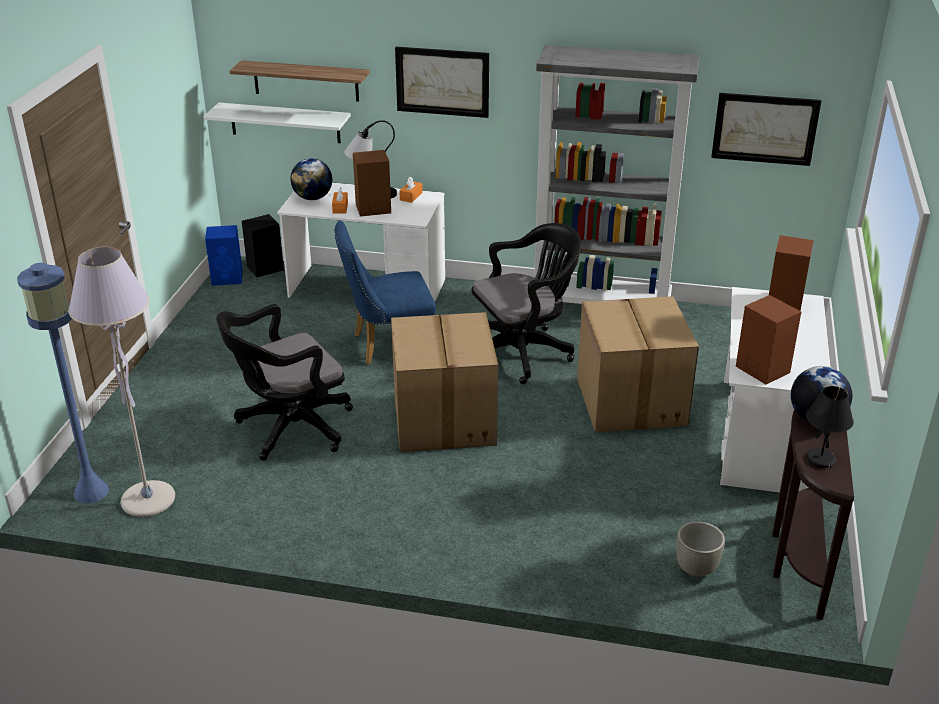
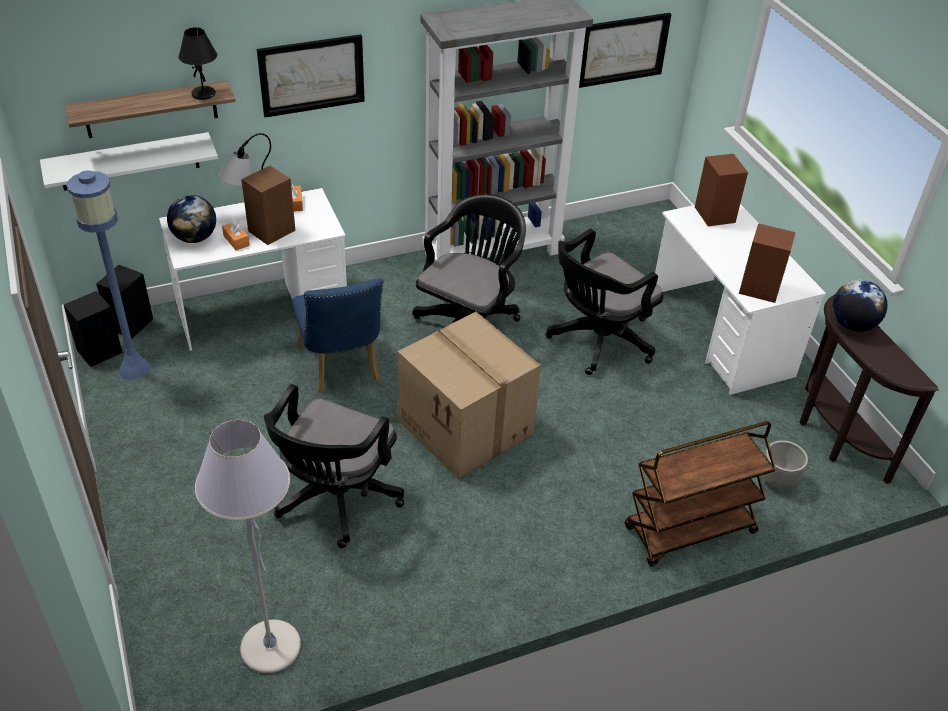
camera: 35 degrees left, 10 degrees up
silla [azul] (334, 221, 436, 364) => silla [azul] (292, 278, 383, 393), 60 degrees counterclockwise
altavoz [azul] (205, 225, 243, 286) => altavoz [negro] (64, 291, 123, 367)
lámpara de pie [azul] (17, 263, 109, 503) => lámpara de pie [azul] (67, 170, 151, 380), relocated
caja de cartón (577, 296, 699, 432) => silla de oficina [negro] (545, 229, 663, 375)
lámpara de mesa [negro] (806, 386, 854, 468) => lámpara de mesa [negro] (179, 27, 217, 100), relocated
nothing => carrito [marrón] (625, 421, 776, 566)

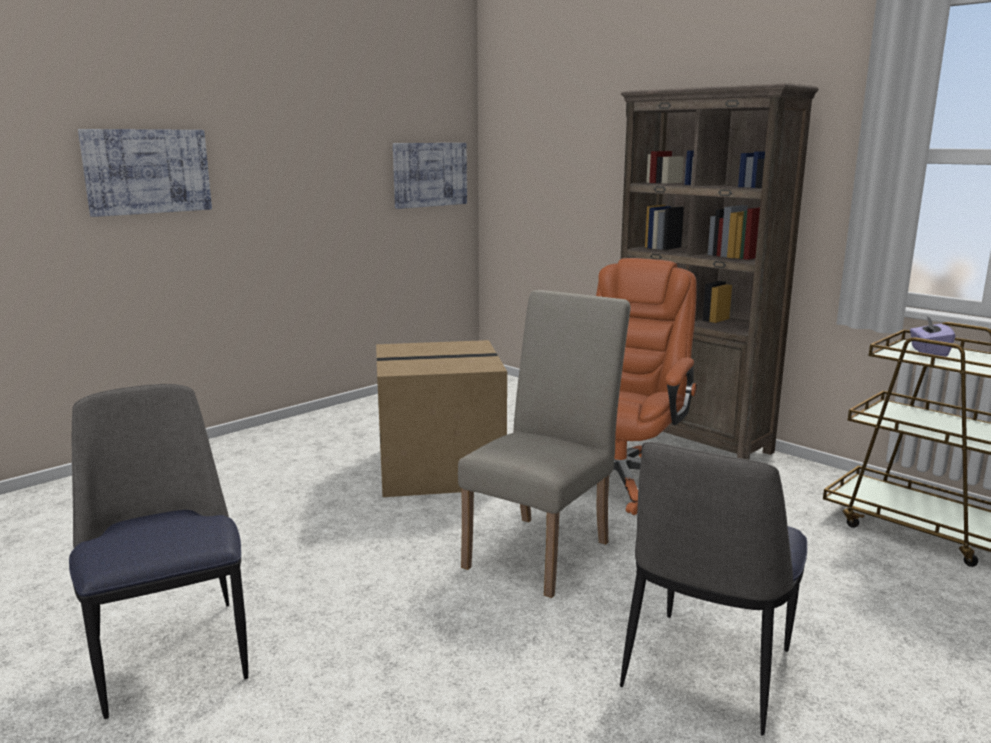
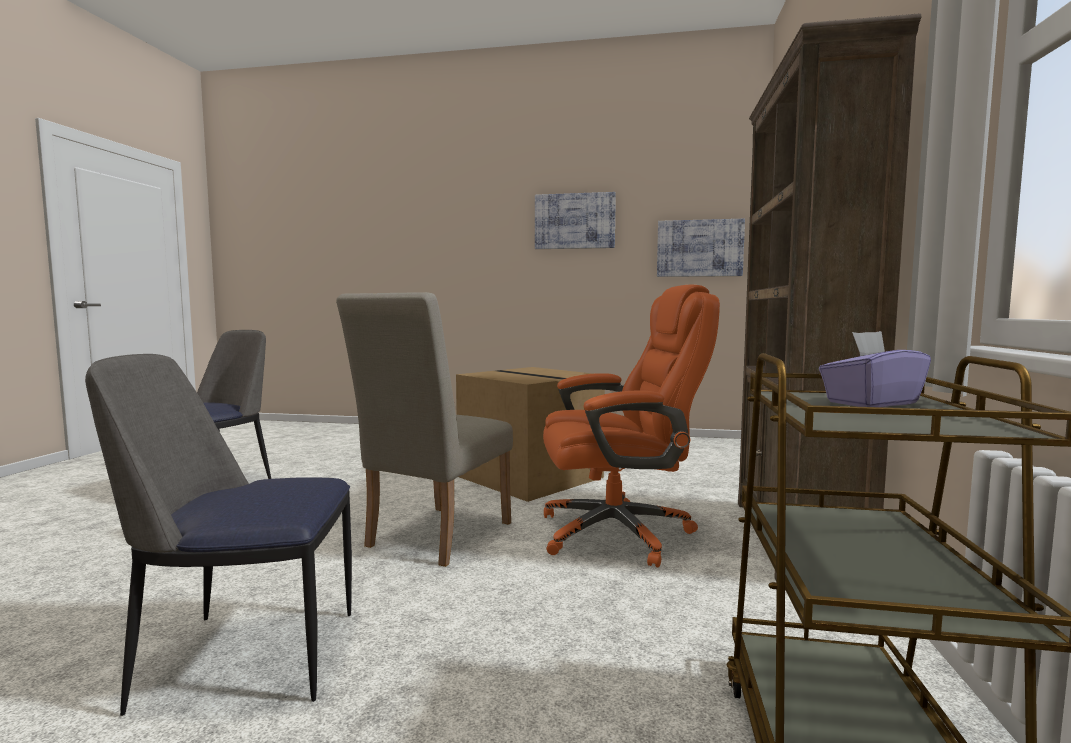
camera: 55 degrees right, 10 degrees down
cuadro (78, 129, 212, 217) => cuadro (535, 192, 616, 249), relocated
silla [beis] (458, 290, 631, 598) => silla [beis] (336, 292, 513, 567), 120 degrees clockwise

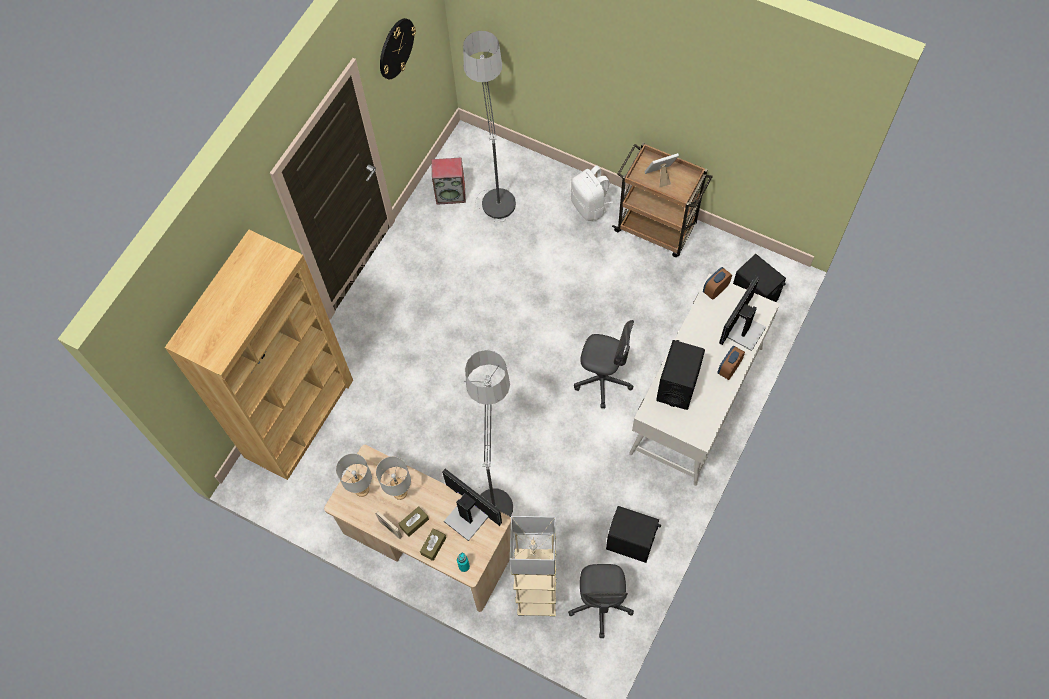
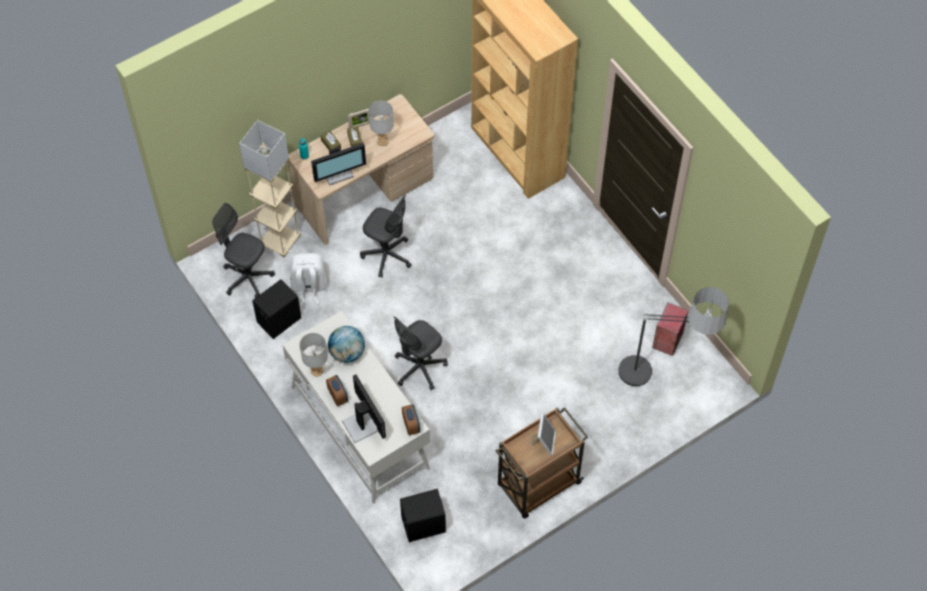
camera: 115 degrees right, 5 degrees down
reloj de pared (380, 18, 416, 79) => nothing
mochila [blanco] (571, 165, 613, 221) => mochila [blanco] (290, 253, 328, 305), relocated
altavoz [negro] (656, 340, 705, 410) => globo terráqueo (328, 326, 365, 363)
lámpara de pie (465, 350, 513, 517) => silla de oficina [gris] (360, 195, 412, 278)
lámpara de mesa [gris] (336, 453, 372, 497) => lámpara de mesa [gris] (300, 333, 328, 377), relocated

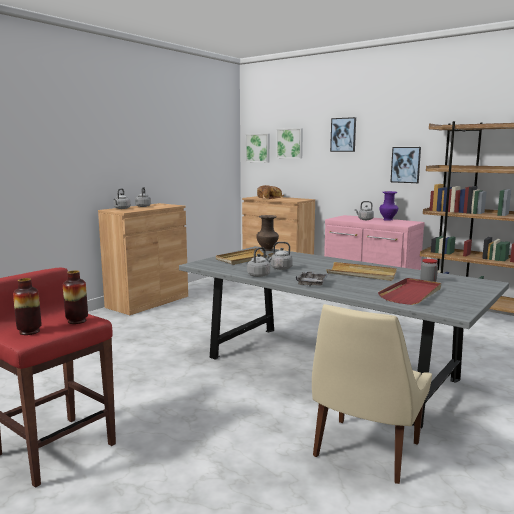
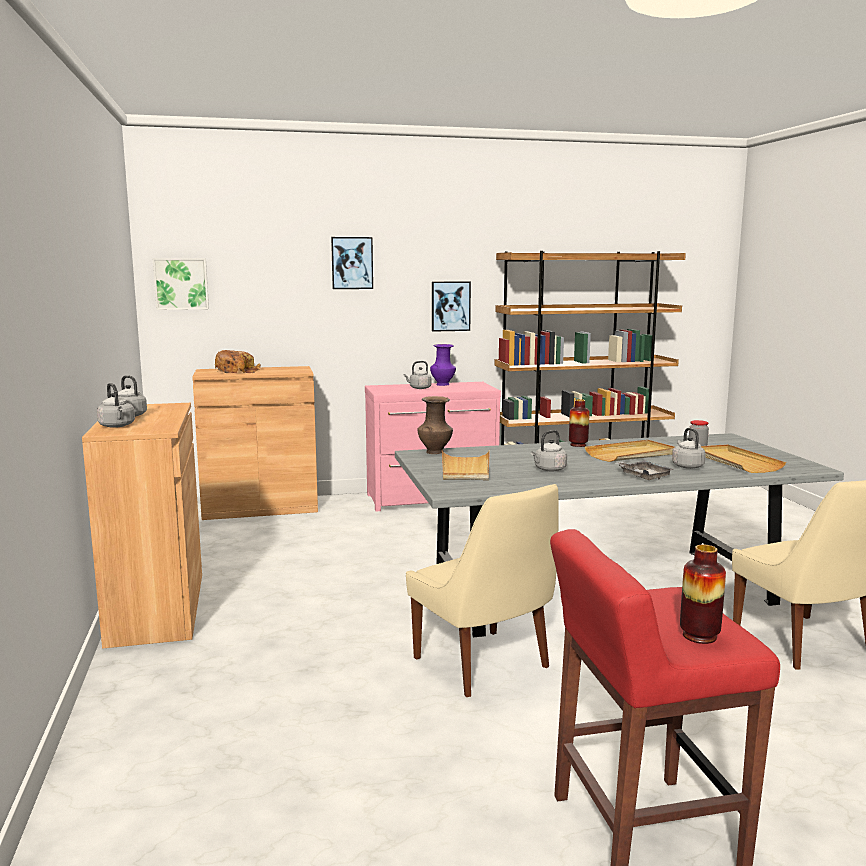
camera: 50 degrees left, 0 degrees up
cuadro (276, 128, 303, 159) => nothing
hervidor [gris] (247, 247, 272, 277) => hervidor [gris] (672, 428, 706, 469), relocated
florero (63, 270, 88, 324) => florero (569, 399, 590, 447), relocated
bandeja [rojo] (378, 278, 441, 305) => bandeja [beis] (701, 444, 786, 473)
nothing => silla [beis] (406, 484, 559, 697)

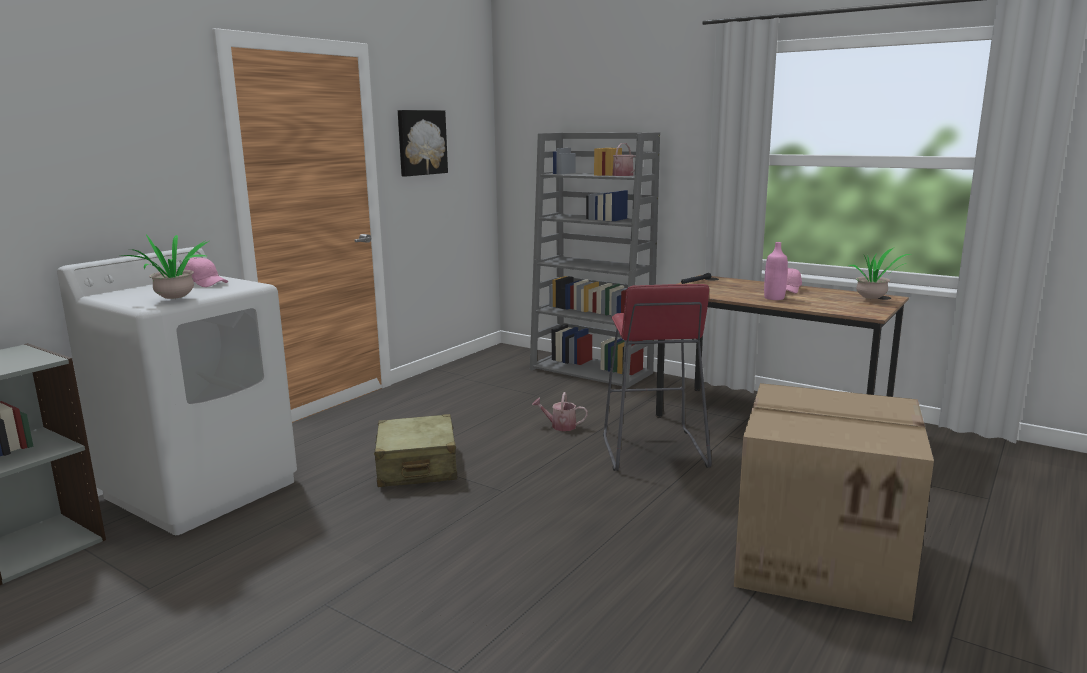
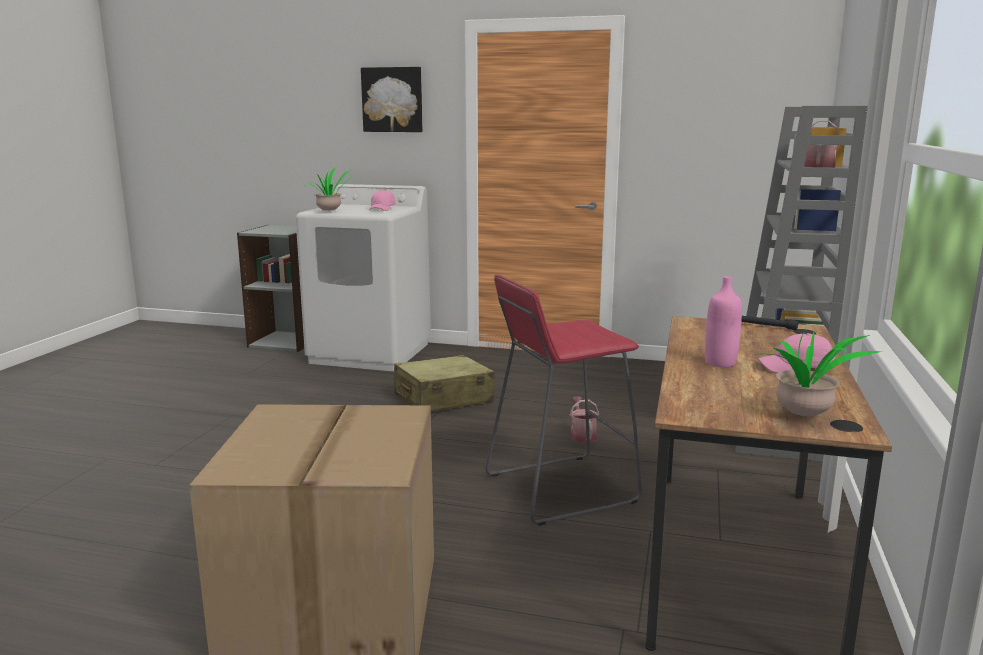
camera: 70 degrees right, 0 degrees up
cuadro (398, 110, 448, 177) => cuadro (361, 67, 422, 132), relocated

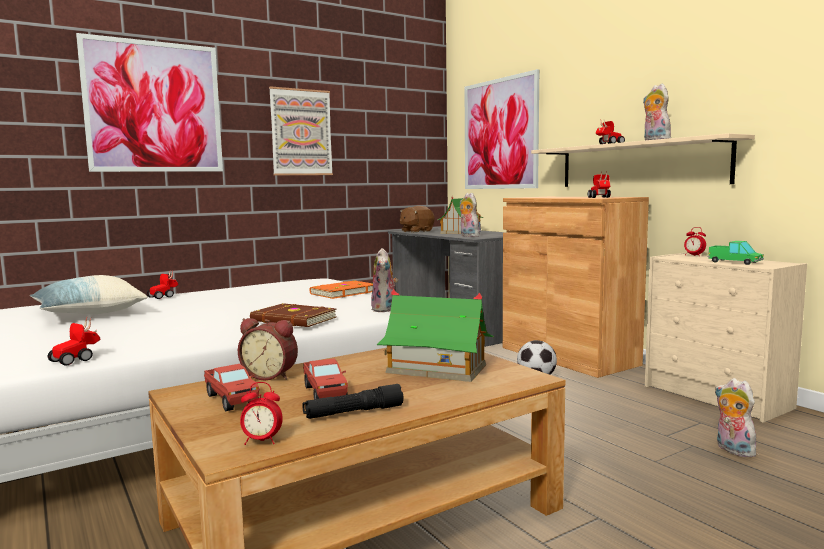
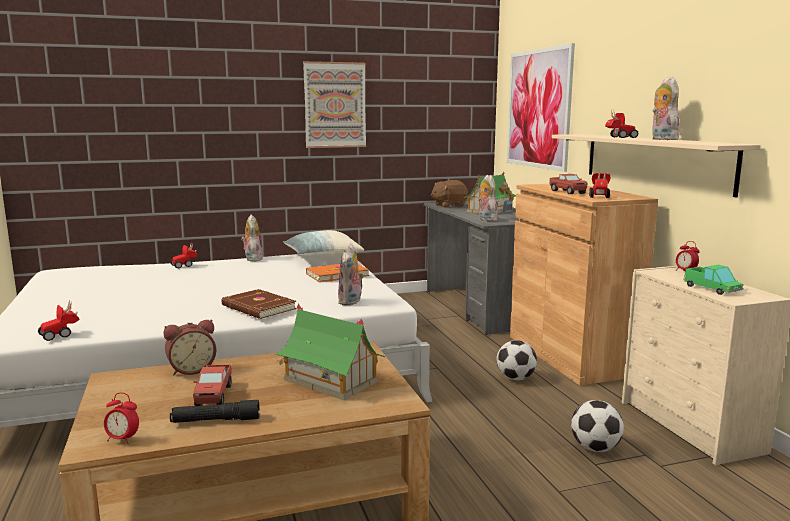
camera: 15 degrees right, 5 degrees up
cuadro (76, 33, 223, 172) => nothing
cojín (30, 275, 147, 314) => cojín (283, 230, 364, 259), relocated
despertador (238, 318, 298, 380) => despertador (164, 319, 216, 375), 60 degrees counterclockwise
camión de juguete (204, 364, 259, 411) => camión de juguete (549, 174, 587, 194), relocated
peluche (715, 378, 756, 457) => peluche (241, 214, 263, 261), relocated
nothing => balón de fútbol (571, 400, 624, 452)

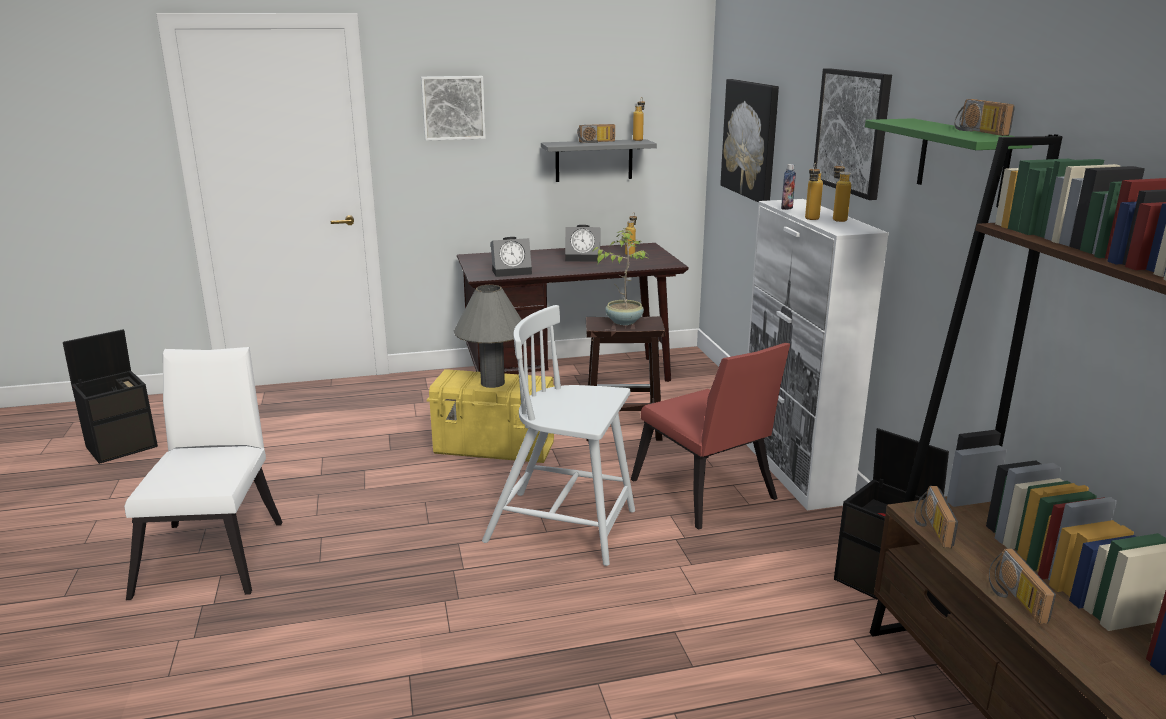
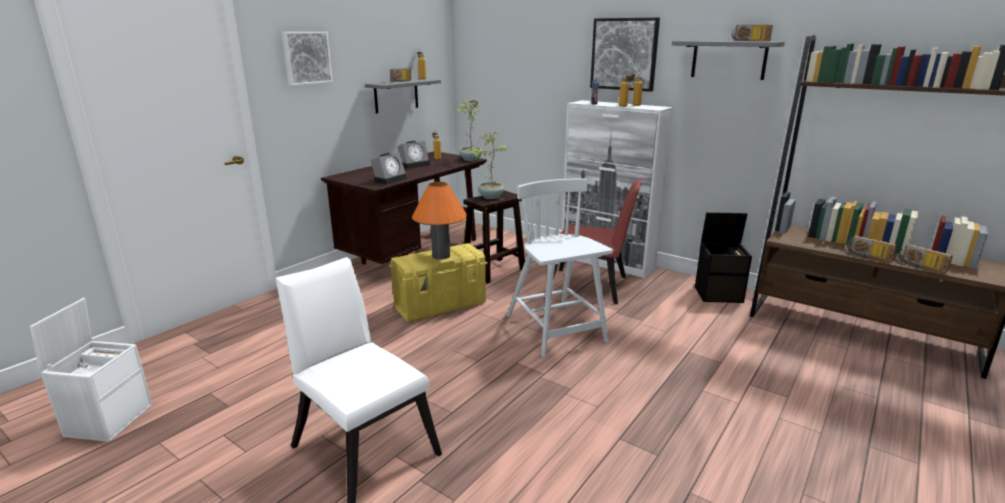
camera: 40 degrees left, 0 degrees up
cuadro (720, 79, 779, 203) => nothing
estante [verde] (865, 118, 1032, 207) => estante [gris] (672, 41, 785, 80)
lámpara de mesa [gris] (454, 285, 522, 388) => lámpara de mesa [naranja] (412, 182, 467, 260)
silla [blanco] (482, 305, 635, 566) => silla [blanco] (506, 178, 613, 357), 90 degrees clockwise
caja de almacenaje [negro] (63, 329, 158, 464) => caja de almacenaje [blanco] (30, 298, 152, 442)
radio (914, 486, 958, 548) => radio (899, 244, 953, 273), relocated
nothing => planta en maceta (455, 100, 482, 161)

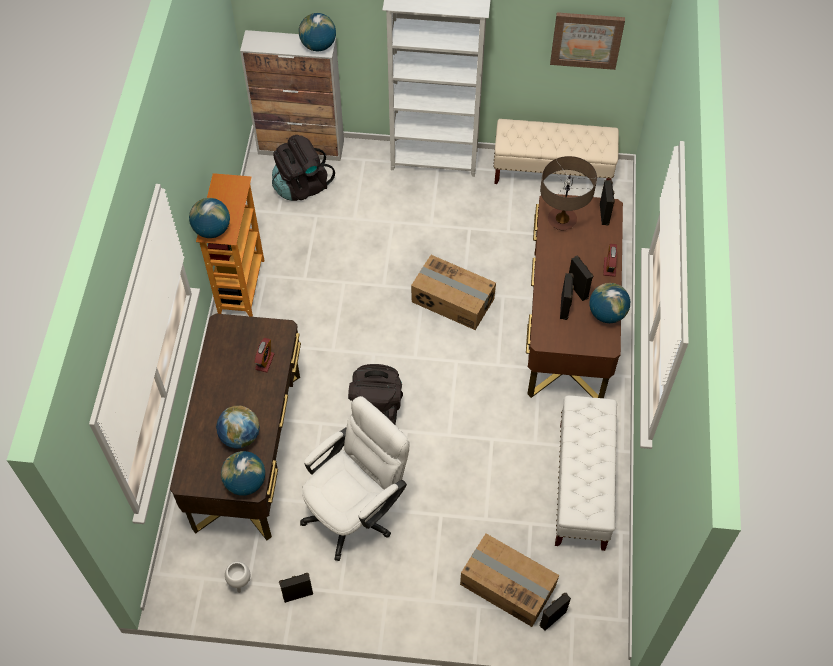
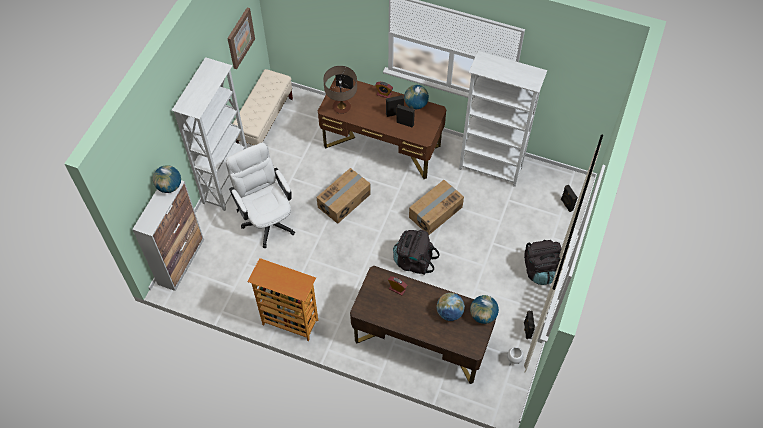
camera: 75 degrees left, 0 degrees up
mochila [negro] (272, 135, 335, 201) => mochila [negro] (524, 240, 561, 285), relocated
globo terráqueo (189, 198, 230, 238) => nothing
banco [blanco] (555, 395, 617, 551) => estantería [blanco] (459, 51, 547, 187)
silla de oficina [blanco] (300, 396, 409, 561) => silla de oficina [blanco] (226, 142, 295, 248), relocated
caja de cartón (460, 534, 559, 627) => caja de cartón (409, 180, 464, 235), relocated

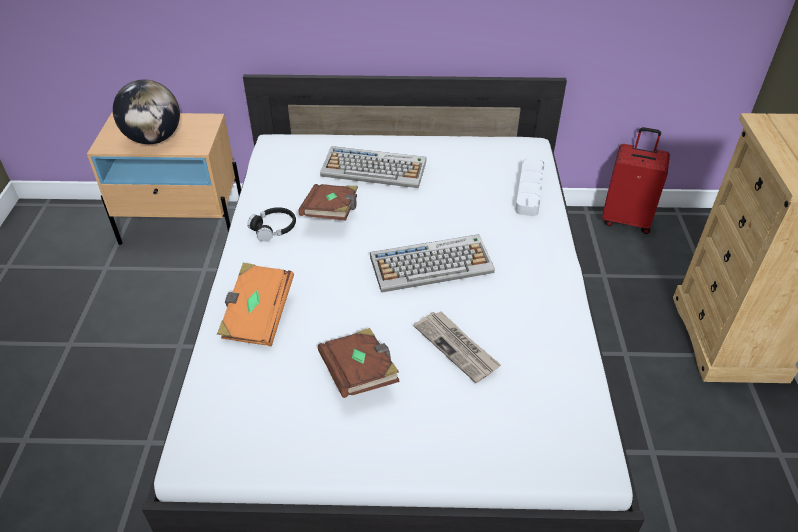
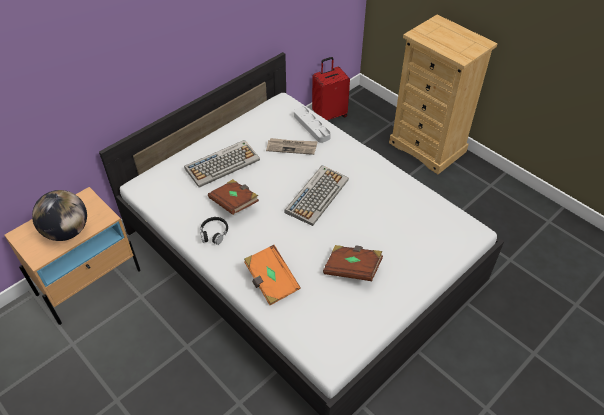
camera: 45 degrees left, 5 degrees up
periódico (414, 311, 501, 383) => periódico (266, 138, 318, 155), relocated

